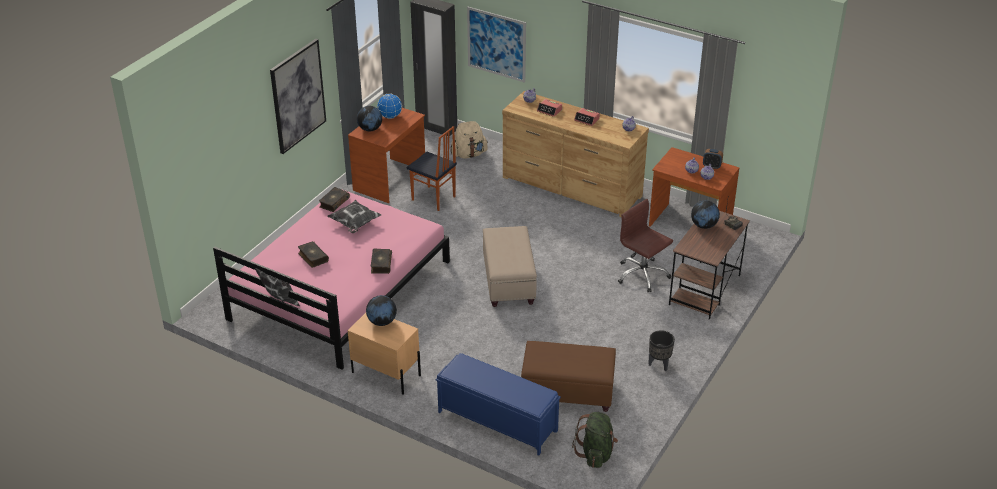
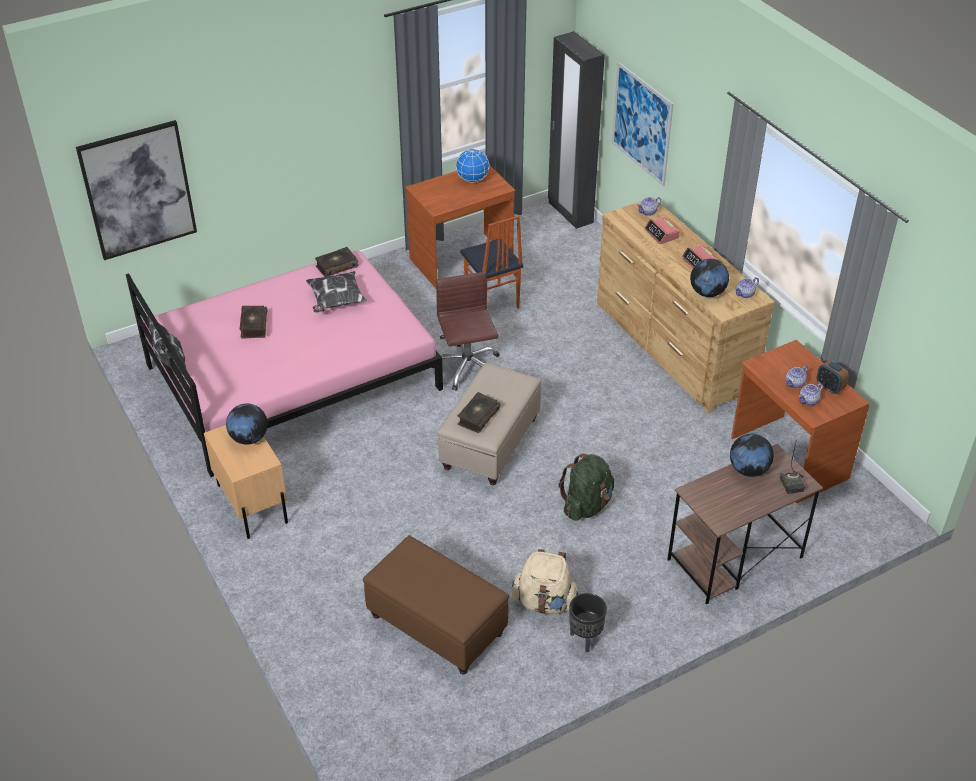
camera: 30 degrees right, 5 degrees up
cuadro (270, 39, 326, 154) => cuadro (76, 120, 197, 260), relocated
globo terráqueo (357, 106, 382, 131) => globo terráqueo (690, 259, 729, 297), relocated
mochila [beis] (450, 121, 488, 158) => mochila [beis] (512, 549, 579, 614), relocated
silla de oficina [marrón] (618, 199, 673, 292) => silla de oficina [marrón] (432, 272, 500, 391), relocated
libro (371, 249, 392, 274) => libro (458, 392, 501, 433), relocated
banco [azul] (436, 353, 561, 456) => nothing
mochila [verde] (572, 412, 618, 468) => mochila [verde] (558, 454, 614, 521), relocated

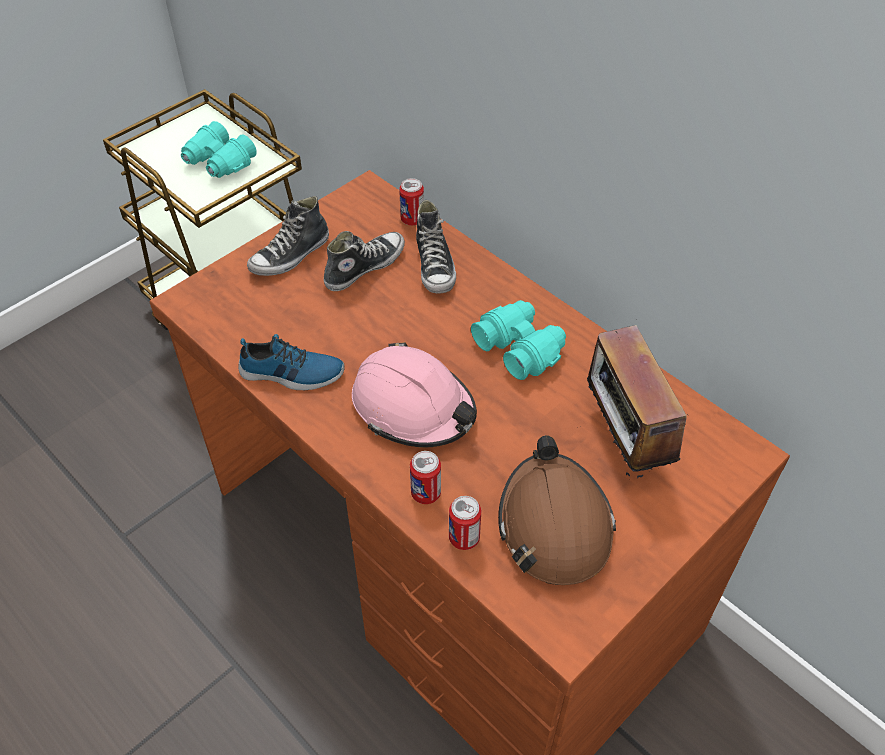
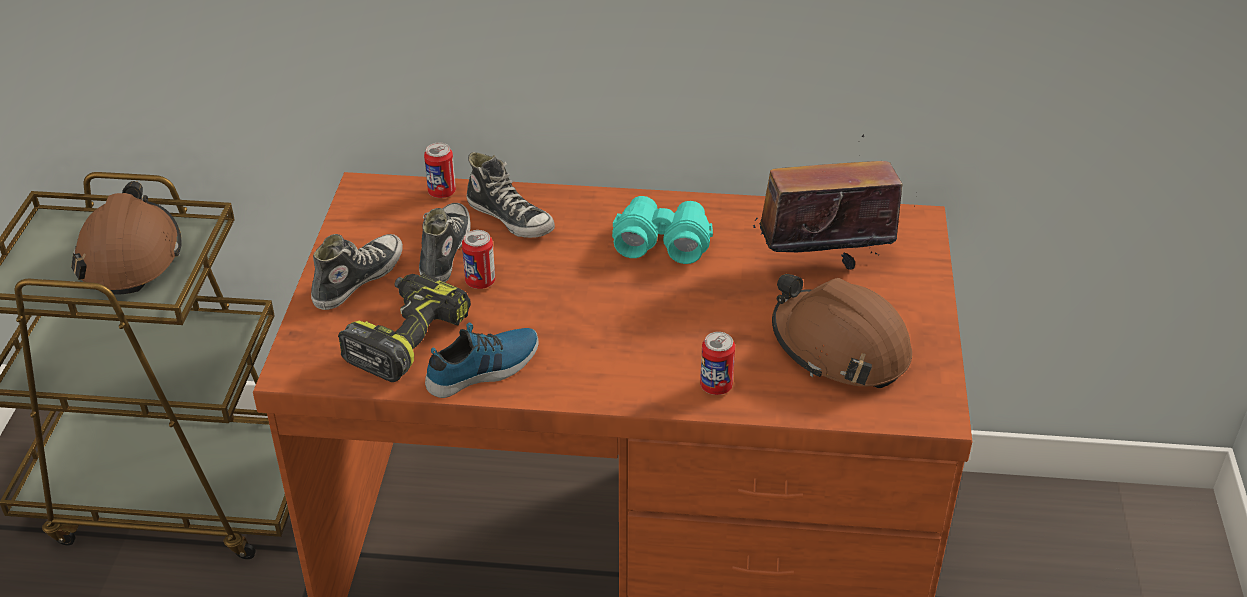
camera: 40 degrees left, 10 degrees down
prismáticos [turquesa] (181, 121, 257, 178) => casco [marrón] (71, 181, 182, 295)
zapato (247, 196, 329, 276) => zapato (311, 234, 403, 310), 150 degrees counterclockwise
radio (580, 325, 687, 478) => radio (753, 134, 916, 270), 135 degrees clockwise
casco [rosa] (352, 342, 477, 448) => nothing
lata (449, 496, 481, 550) => lata (462, 230, 495, 289), relocated
nothing => taladro (338, 273, 471, 382)

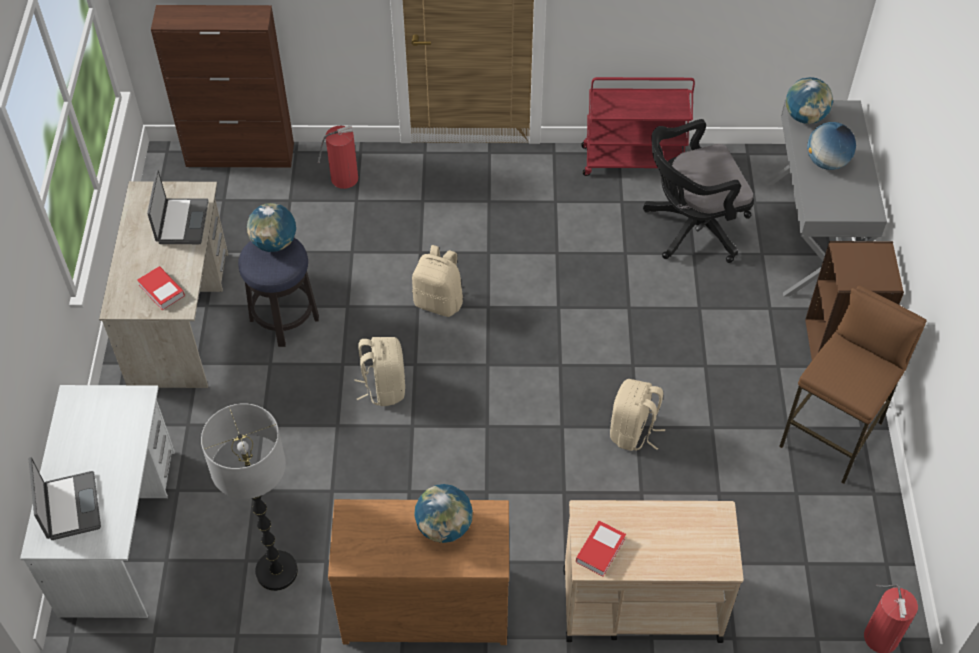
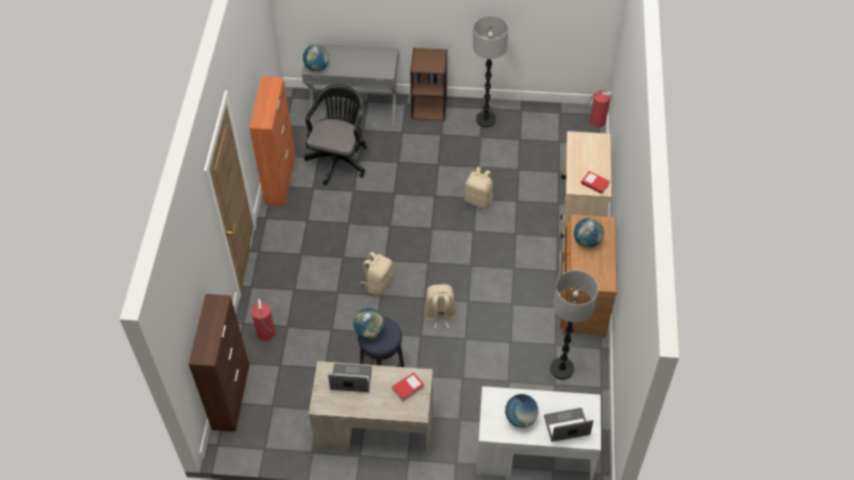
camera: 85 degrees left, 0 degrees up
carrito [rojo] (581, 77, 695, 176) => armario [naranja] (249, 76, 296, 206)
silla de oficina [negro] (643, 119, 754, 263) => silla de oficina [negro] (304, 84, 367, 185), 150 degrees counterclockwise
globo terráqueo (807, 122, 856, 170) => globo terráqueo (505, 394, 538, 428), relocated
taburete [marrón] (779, 285, 926, 484) => lámpara de pie (473, 16, 508, 128)

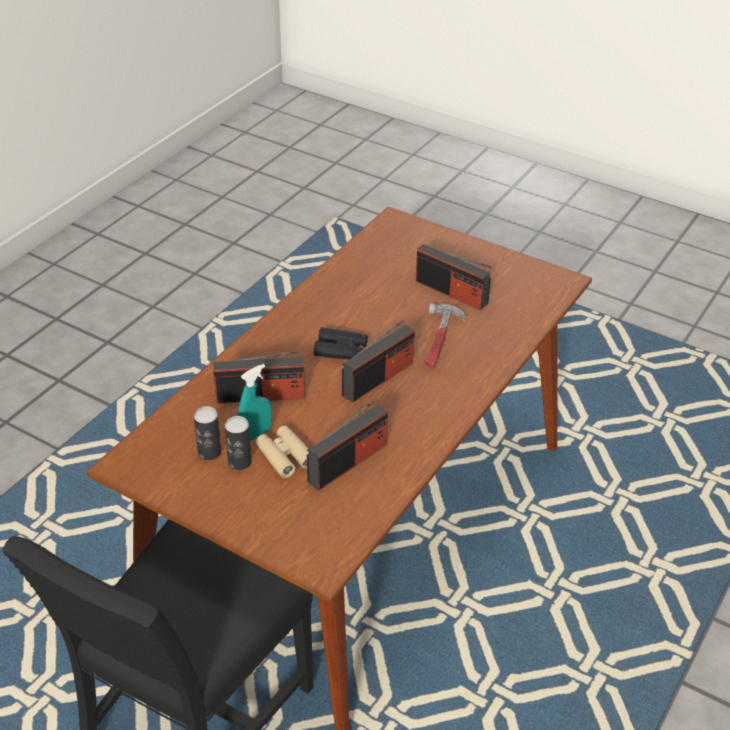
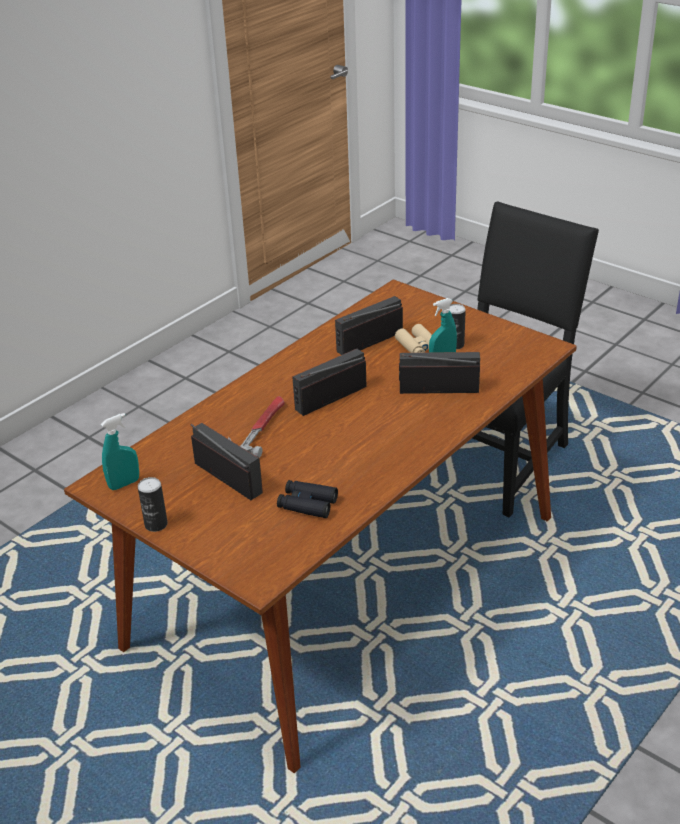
camera: 170 degrees left, 5 degrees down
prismáticos [negro] (314, 327, 368, 360) => prismáticos [negro] (277, 480, 338, 518), relocated
lata (194, 406, 221, 460) => lata (138, 477, 168, 532), relocated
nothing => pulverizador [turquesa] (101, 413, 139, 490)

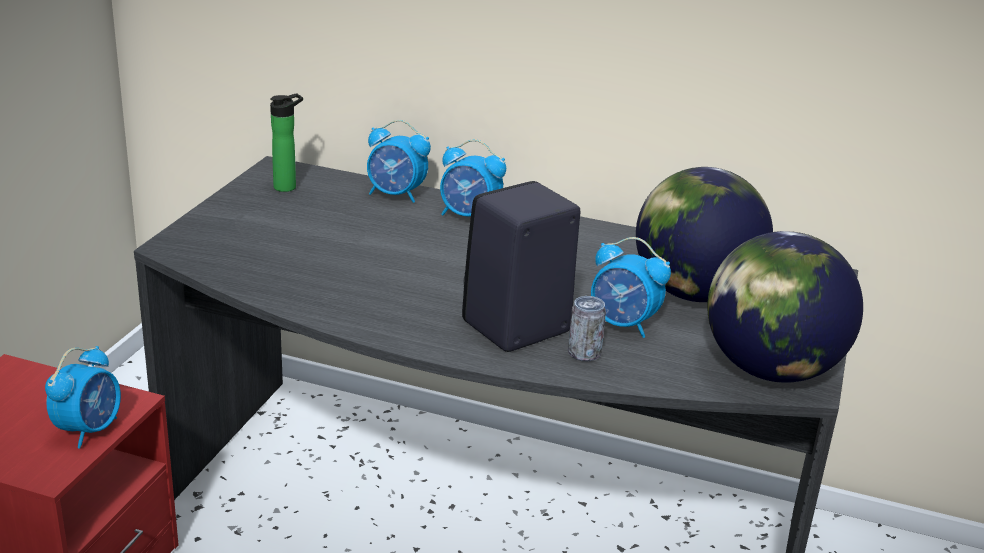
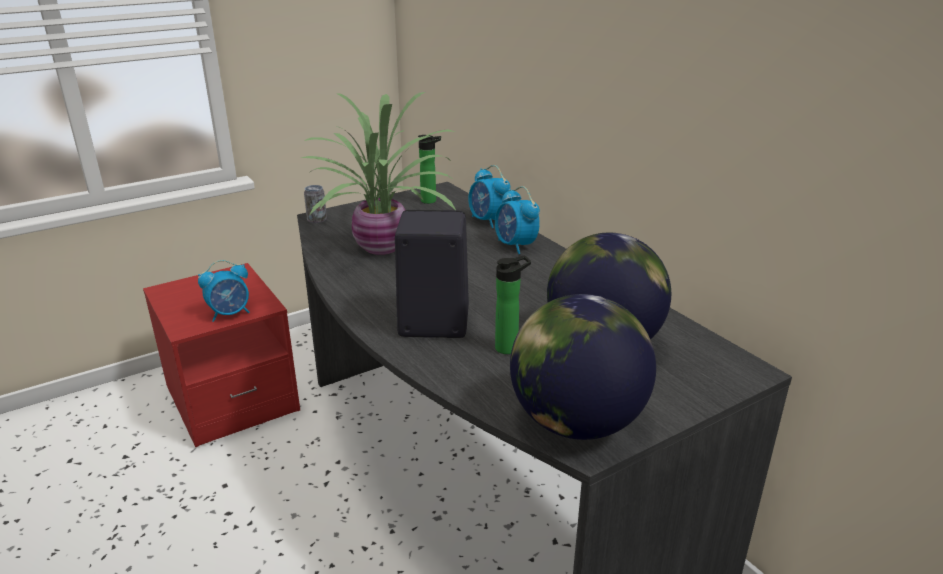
camera: 40 degrees right, 0 degrees up
despertador (591, 237, 671, 338) => botella (495, 256, 531, 354)
lata (568, 296, 606, 361) => lata (304, 185, 327, 223), relocated
nothing => planta en maceta (302, 92, 456, 255)

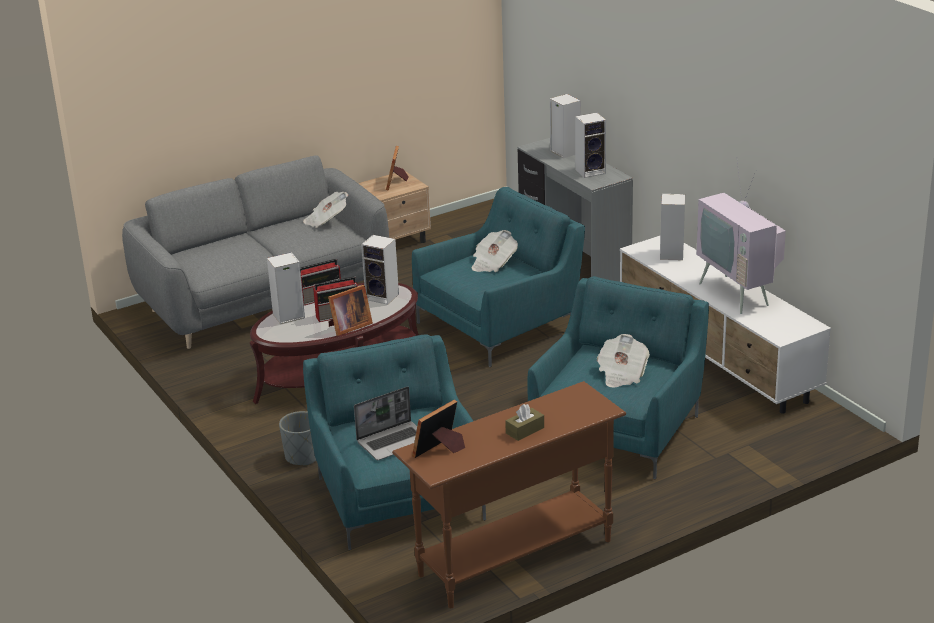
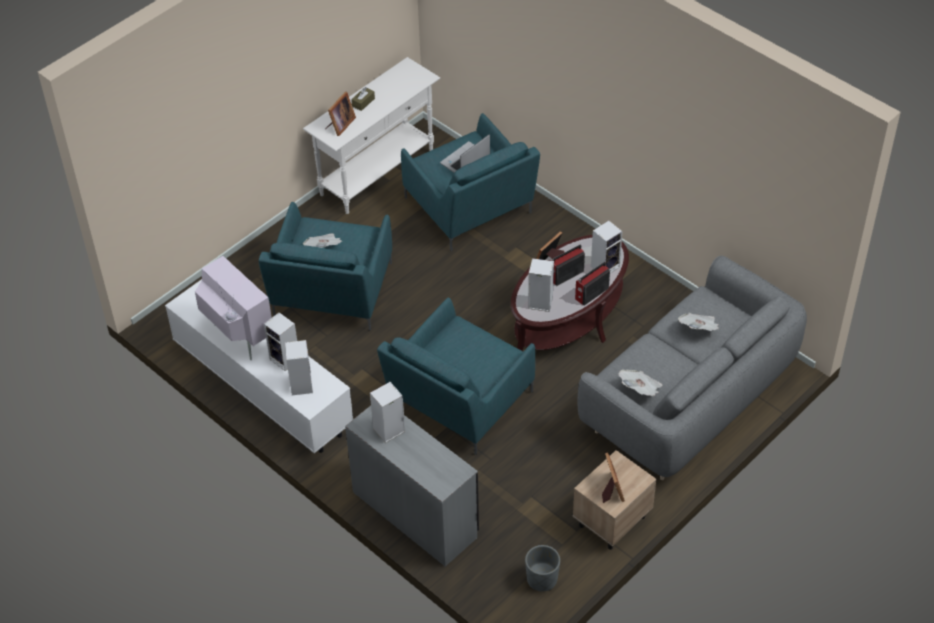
camera: 165 degrees right, 20 degrees up
altavoz (550, 94, 581, 158) => altavoz (264, 312, 297, 371), relocated
periódico (471, 230, 518, 272) => periódico (678, 313, 719, 331), relocated
mesa consola [marrón] (392, 381, 626, 608) => mesa consola [blanco] (303, 57, 440, 214)
portarretratos (412, 400, 465, 458) => portarretratos (325, 92, 356, 136), relocated
maceta [gris] (279, 411, 316, 466) => maceta [gris] (525, 545, 560, 591), relocated

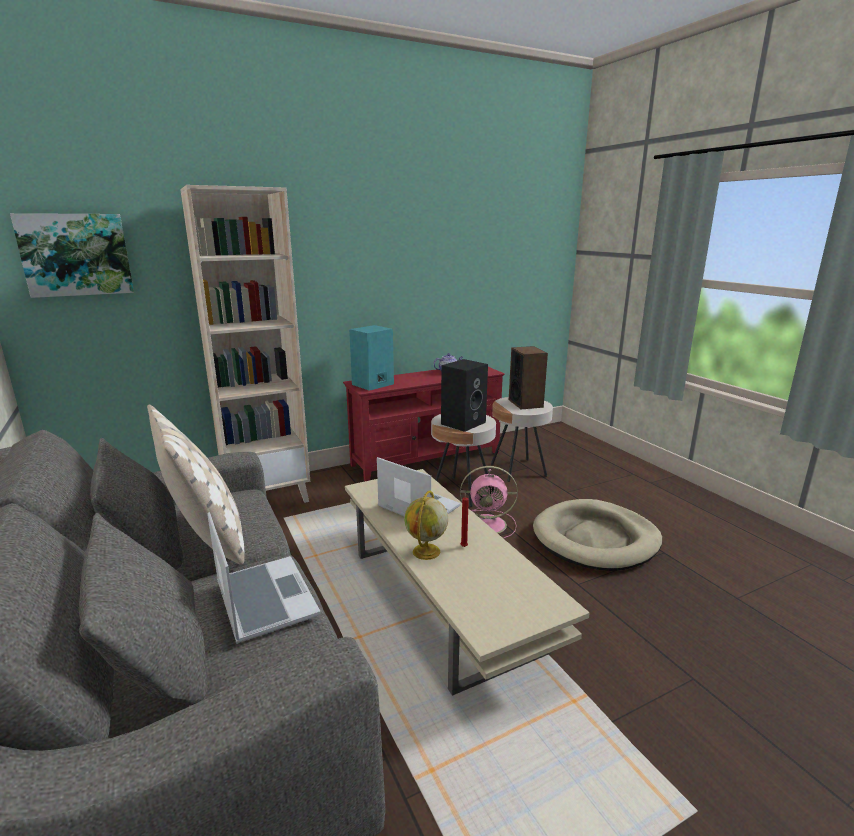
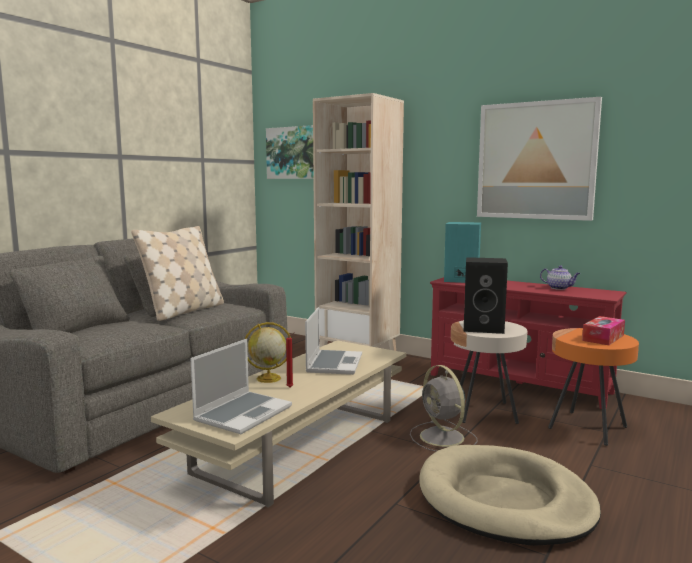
camera: 60 degrees right, 10 degrees down
altavoz (509, 346, 548, 409) => caja de pañuelos (582, 316, 625, 345)
mesa auxiliar [beis] (491, 397, 553, 482) => mesa auxiliar [naranja] (548, 328, 639, 446)
ventilador [rosa] (460, 466, 518, 538) => ventilador [gris] (410, 365, 477, 452)
portátil (207, 512, 321, 644) => portátil (190, 339, 292, 434), relocated
nothing => cuadro (477, 97, 602, 221)

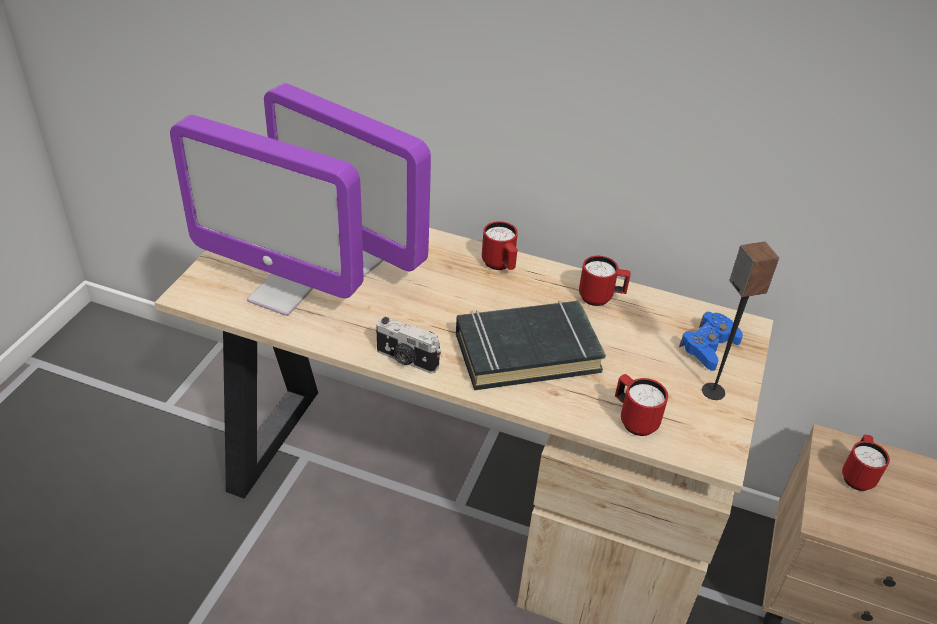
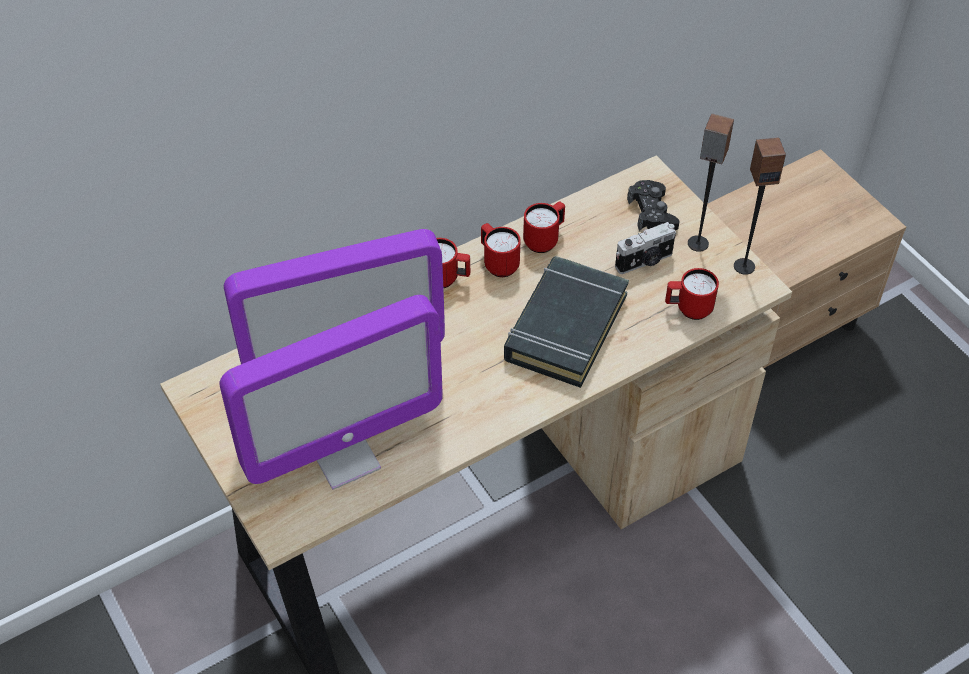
camera: 50 degrees left, 10 degrees up
mando de consola [azul] (679, 312, 743, 371) => mando de consola [negro] (627, 180, 680, 231)
cámara (376, 316, 441, 374) => cámara (615, 222, 676, 274), relocated
taza grande [rojo] (842, 435, 890, 491) => taza grande [rojo] (481, 223, 521, 277), relocated
nothing => altavoz (734, 137, 786, 275)

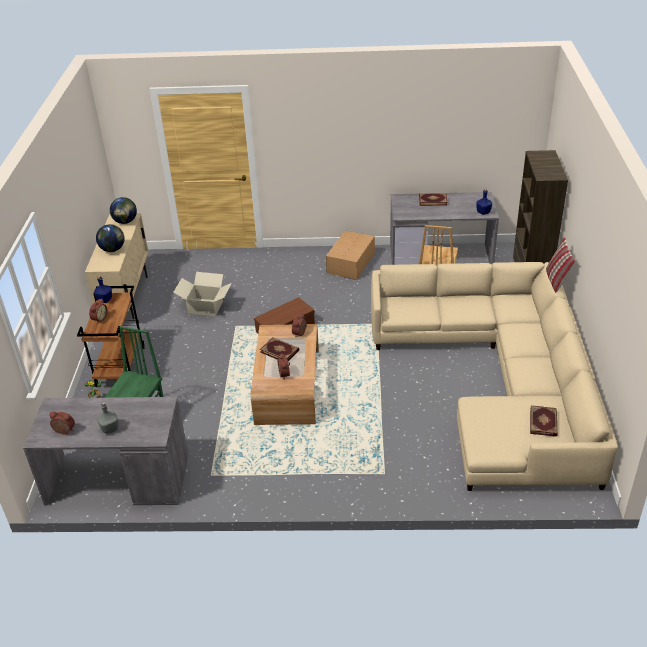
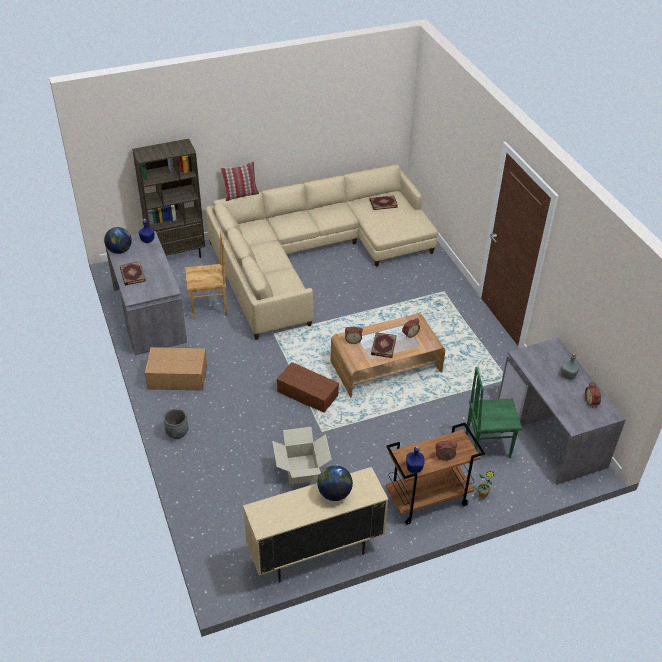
camera: 115 degrees left, 5 degrees up
globo terráqueo (110, 197, 137, 224) => globo terráqueo (104, 227, 132, 254), relocated
nothing => maceta [gris] (163, 408, 189, 439)

